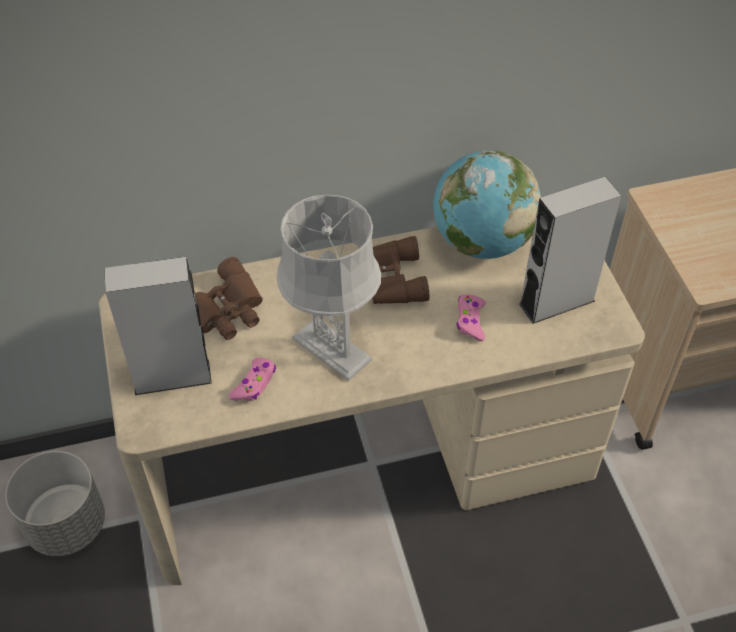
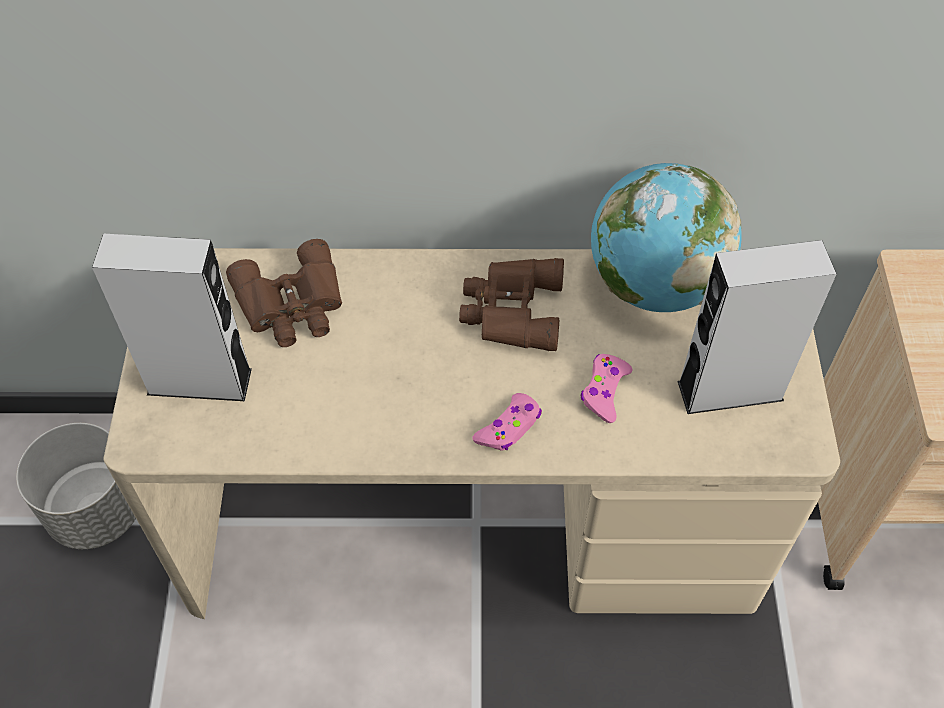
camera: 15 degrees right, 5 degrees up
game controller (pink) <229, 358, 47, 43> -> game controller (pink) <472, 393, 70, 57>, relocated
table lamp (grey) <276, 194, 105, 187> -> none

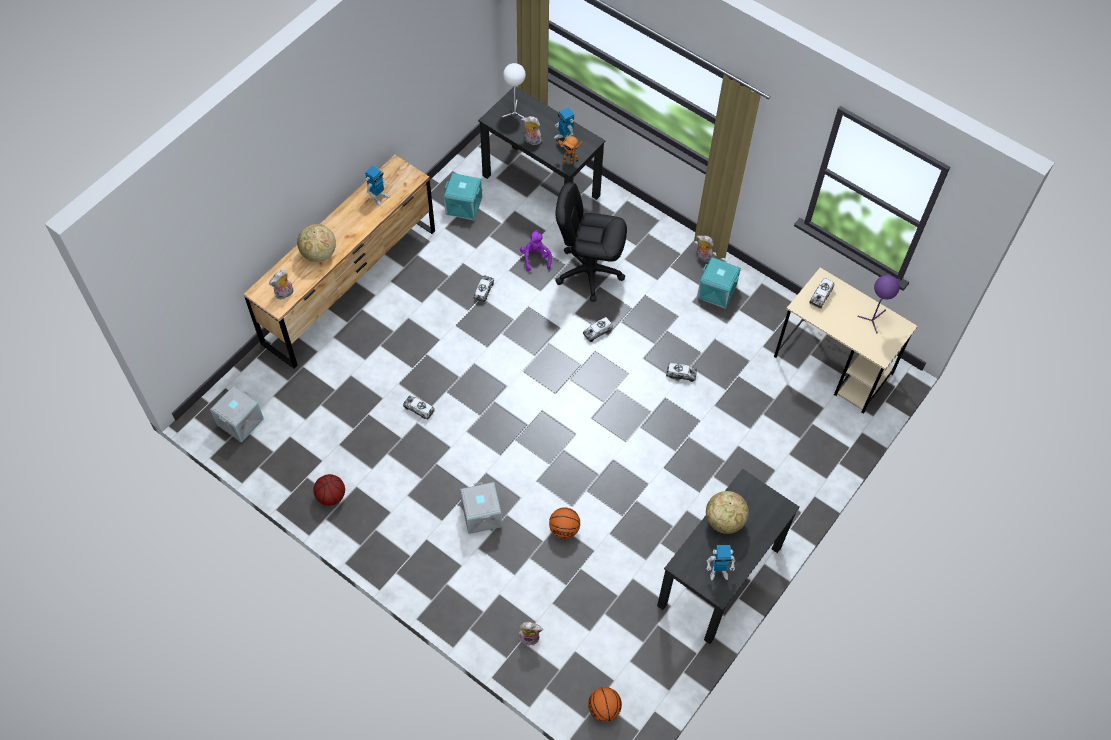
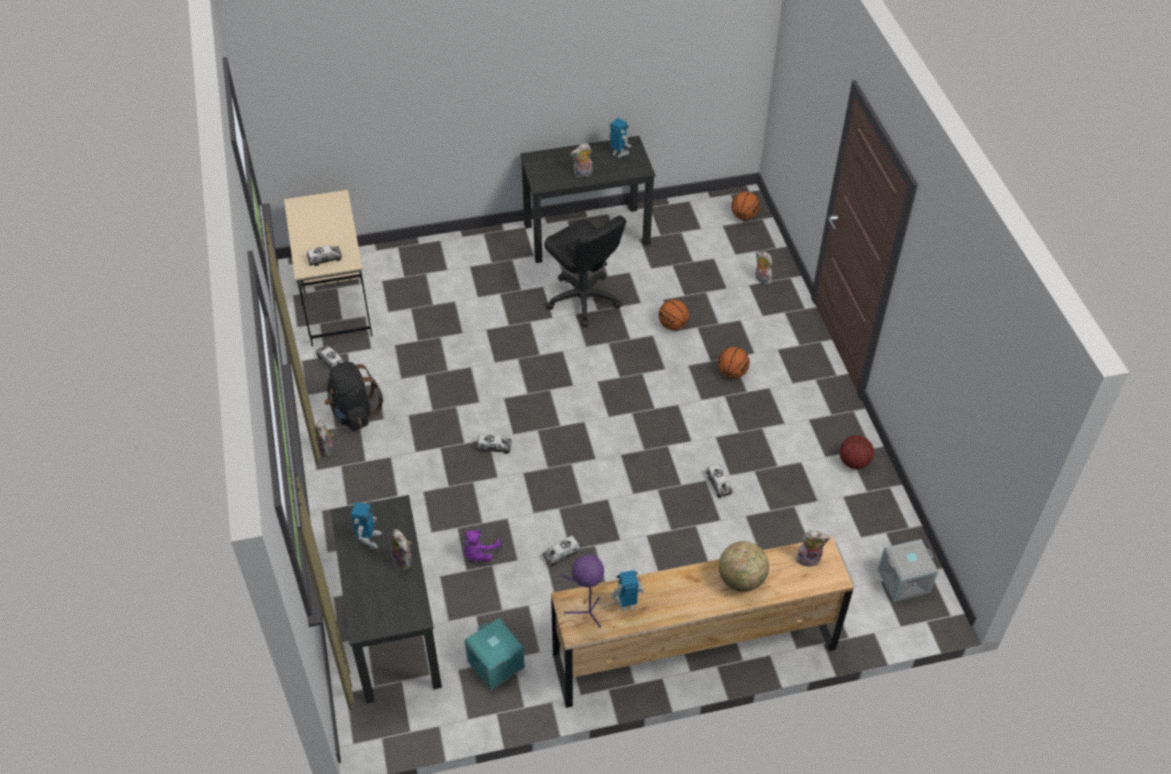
camera: 140 degrees left, 10 degrees down
toy truck <666, 363, 31, 19> -> toy truck <316, 345, 28, 24>, relocated
storage box (turquoise) <697, 257, 44, 52> -> backpack (black) <324, 362, 59, 69>
office chair (black) <555, 182, 72, 120> -> office chair (black) <544, 215, 82, 112>, relocated
table lamp (purple) <858, 275, 42, 58> -> table lamp (purple) <560, 555, 44, 73>, relocated
globe <706, 491, 43, 43> -> plush toy <571, 143, 22, 35>
storage box (grey) <460, 482, 42, 52> -> basketball <718, 347, 32, 32>
table lamp (white) <502, 63, 24, 55> -> none
toy robot <555, 132, 28, 32> -> none

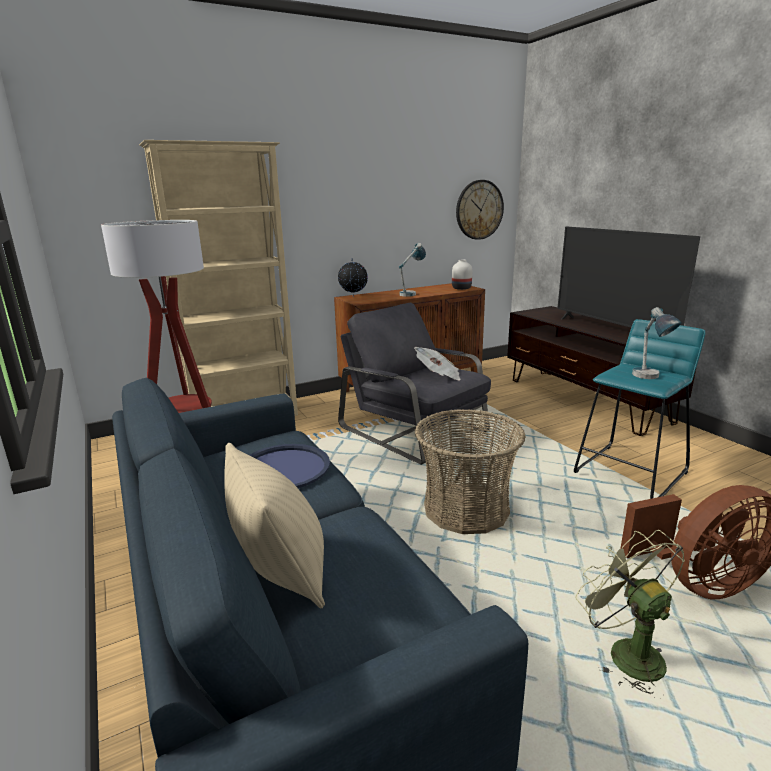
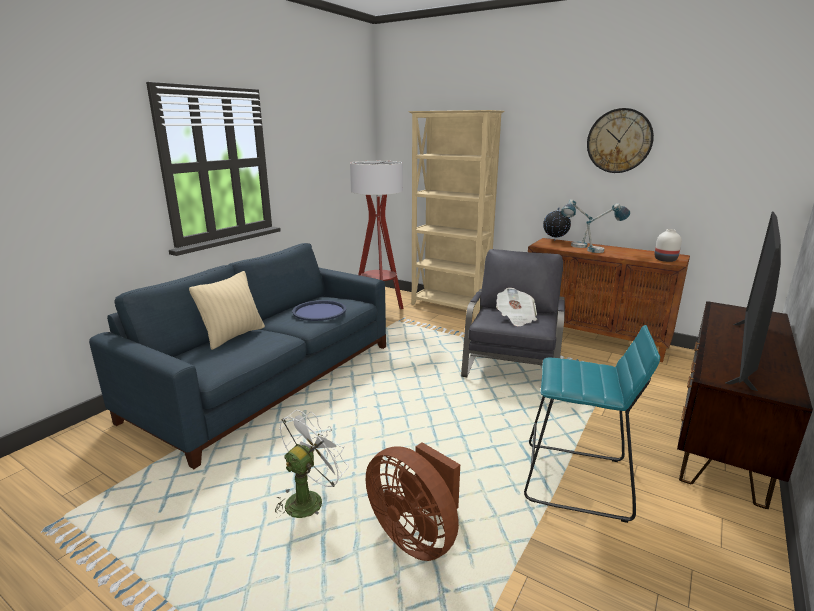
camera: 60 degrees right, 0 degrees up
fan (green) <575, 530, 110, 165> -> fan (white) <275, 410, 74, 108>
table lamp <632, 307, 49, 72> -> table lamp <561, 199, 32, 49>, relocated
wall clock <456, 180, 48, 60> -> wall clock <587, 108, 67, 65>, relocated
basket <415, 409, 111, 125> -> none

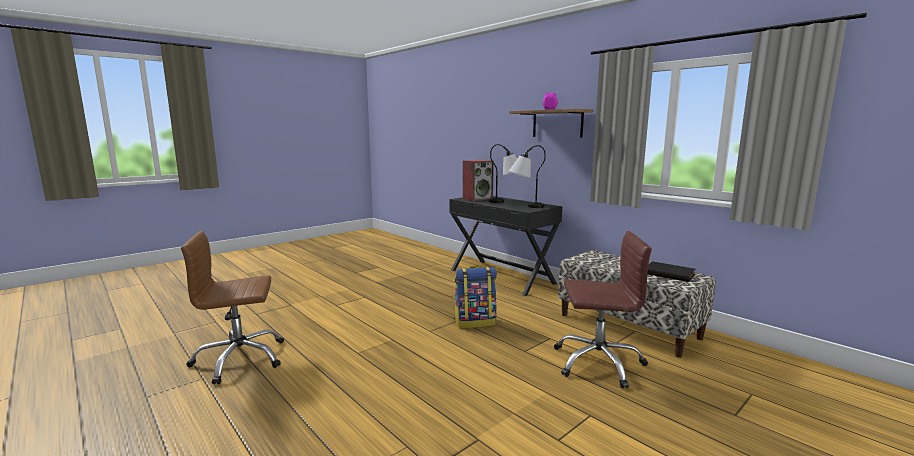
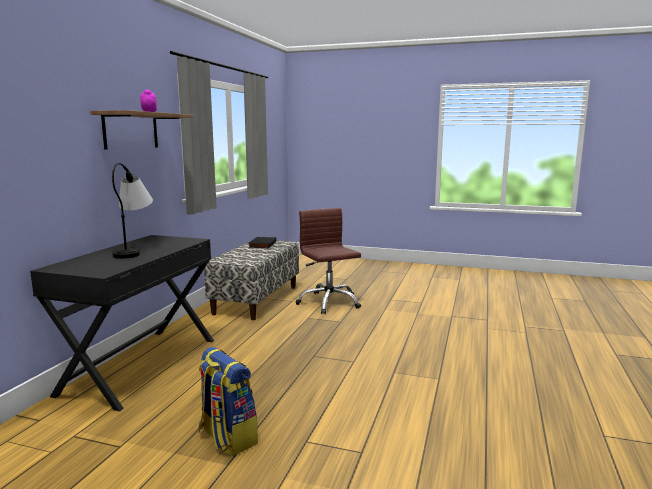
camera: 120 degrees left, 0 degrees up
backpack <454, 266, 43, 62> -> backpack <198, 347, 60, 109>, relocated
office chair (brown) <181, 231, 103, 153> -> none
speaker <463, 160, 31, 41> -> none
table lamp <509, 145, 37, 63> -> none

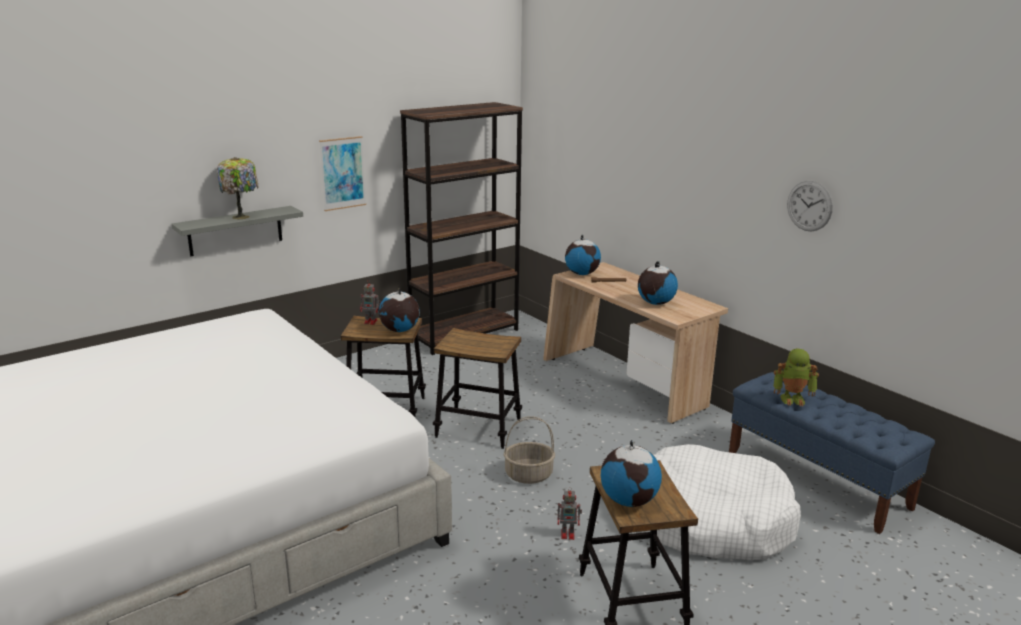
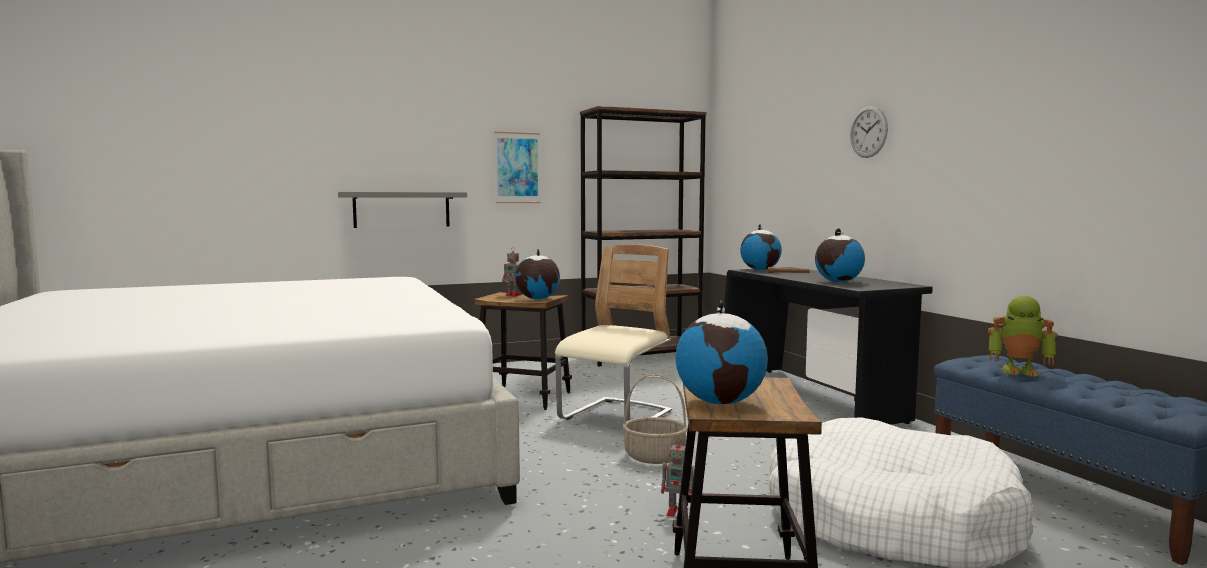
camera: 15 degrees right, 15 degrees down
stool <433, 328, 89, 121> -> chair (beige) <555, 244, 117, 177>
desk (beige) <543, 262, 185, 162> -> desk (black) <724, 267, 209, 158>
wall clock <787, 181, 46, 50> -> wall clock <850, 106, 38, 52>, relocated
table lamp <217, 157, 42, 63> -> none

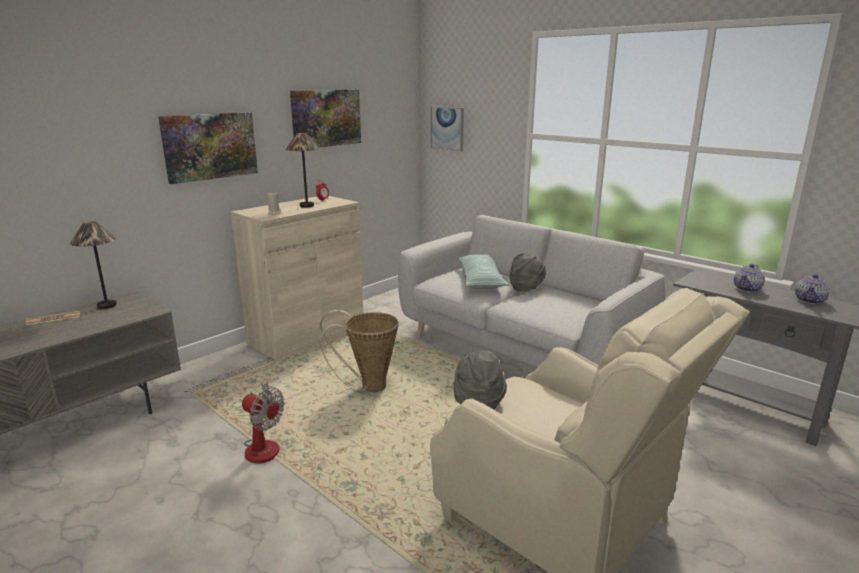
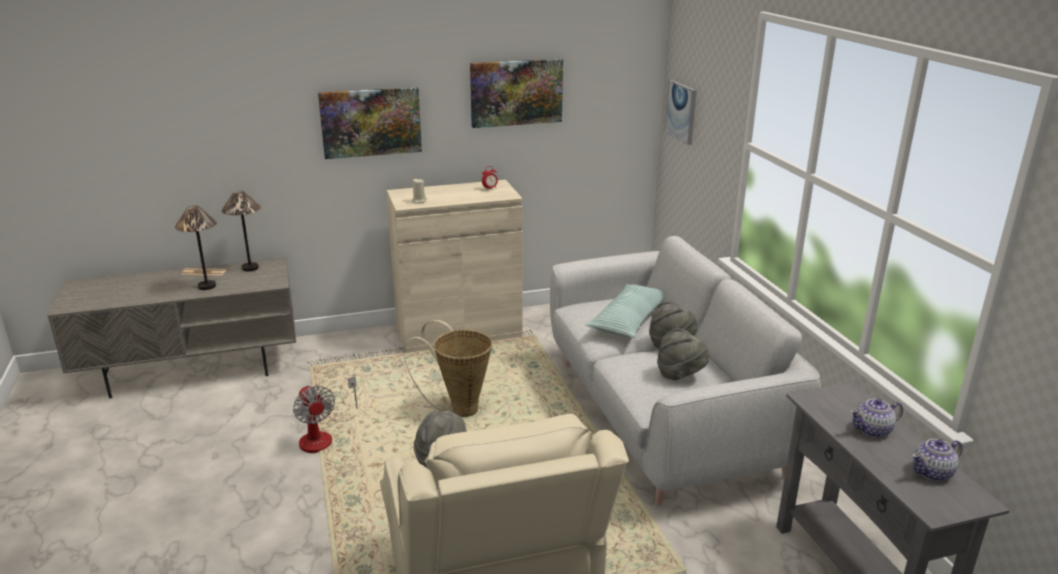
camera: 30 degrees right, 5 degrees up
table lamp <286, 133, 34, 75> -> table lamp <175, 206, 42, 84>, relocated
none -> hat (grey) <657, 329, 52, 51>

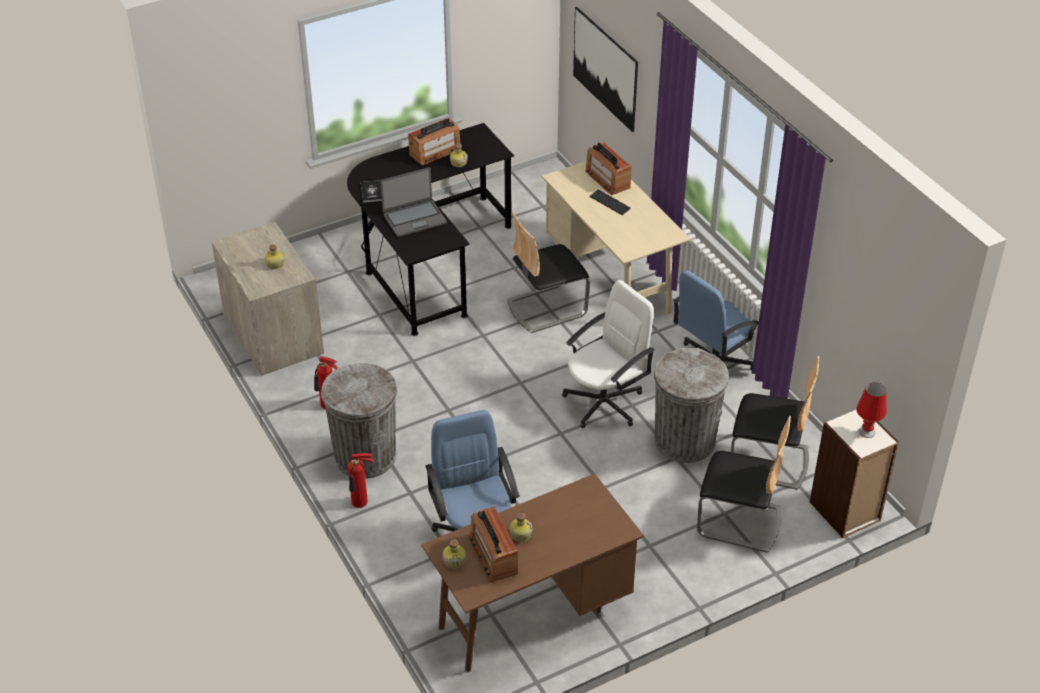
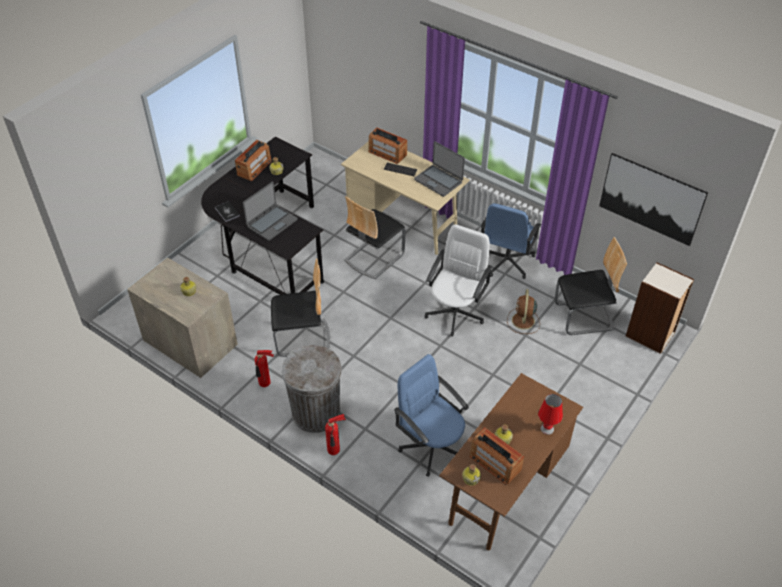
camera: 25 degrees left, 5 degrees up
chair <697, 416, 94, 137> -> chair <271, 258, 59, 99>, relocated
none -> laptop <414, 141, 51, 56>
trash can (grey) <654, 348, 75, 115> -> fan (brown) <507, 289, 33, 45>
table lamp (red) <856, 382, 31, 56> -> table lamp (red) <538, 394, 25, 41>, relocated
picture <573, 7, 65, 125> -> picture <599, 153, 109, 93>, relocated

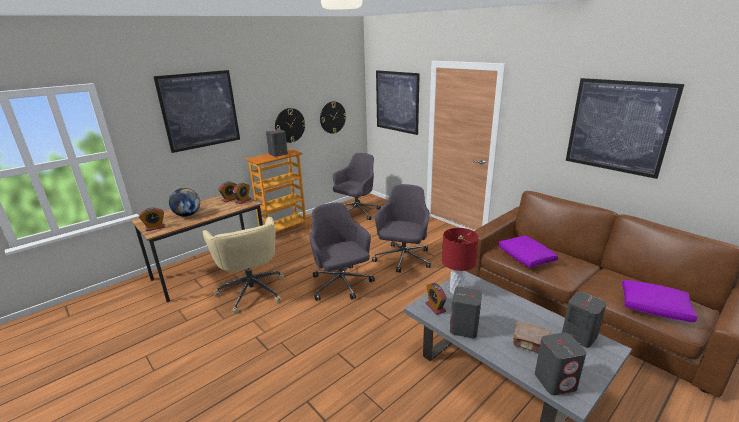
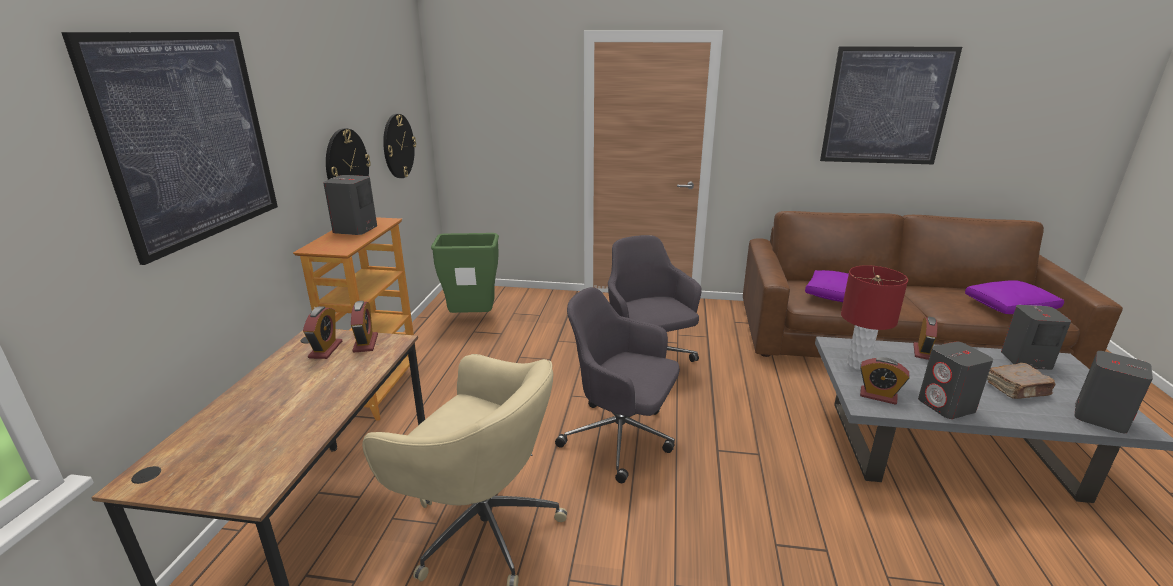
camera: 40 degrees left, 0 degrees up
office chair (grey) <333, 153, 48, 67> -> trash can (green) <431, 233, 68, 80>
alarm clock <139, 207, 26, 24> -> alarm clock <913, 317, 24, 43>, relocated
globe <169, 188, 31, 29> -> none
picture <376, 70, 44, 65> -> none

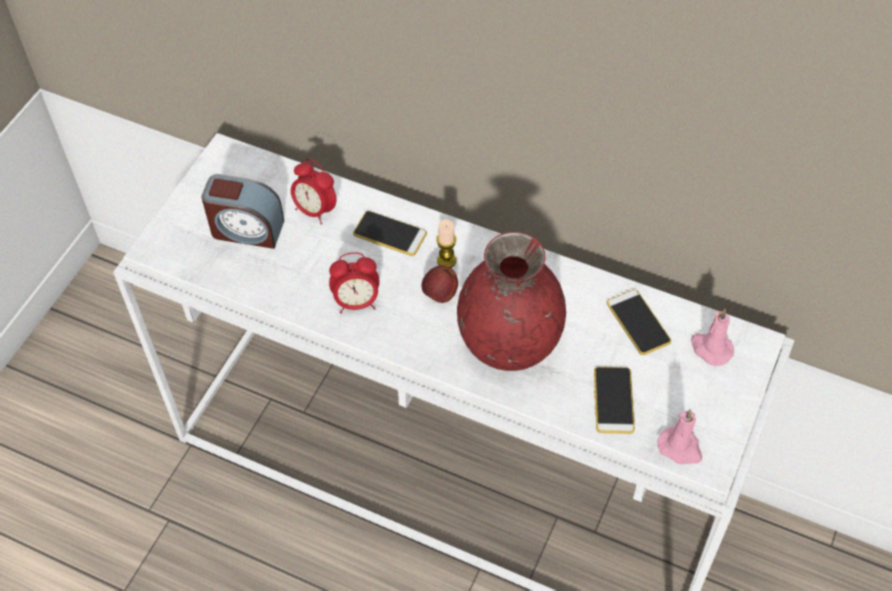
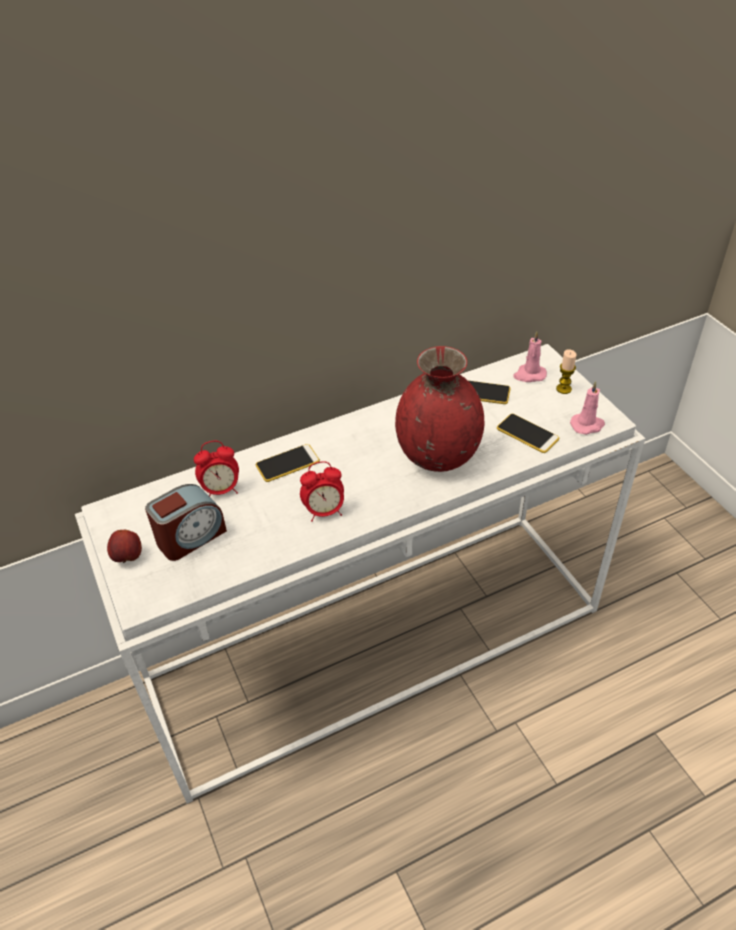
camera: 50 degrees left, 10 degrees down
apple <421, 265, 37, 38> -> apple <107, 530, 35, 33>, relocated
alarm clock <329, 252, 51, 62> -> alarm clock <300, 461, 44, 61>, 45 degrees clockwise
candle <436, 219, 20, 49> -> candle <556, 349, 21, 45>, relocated

